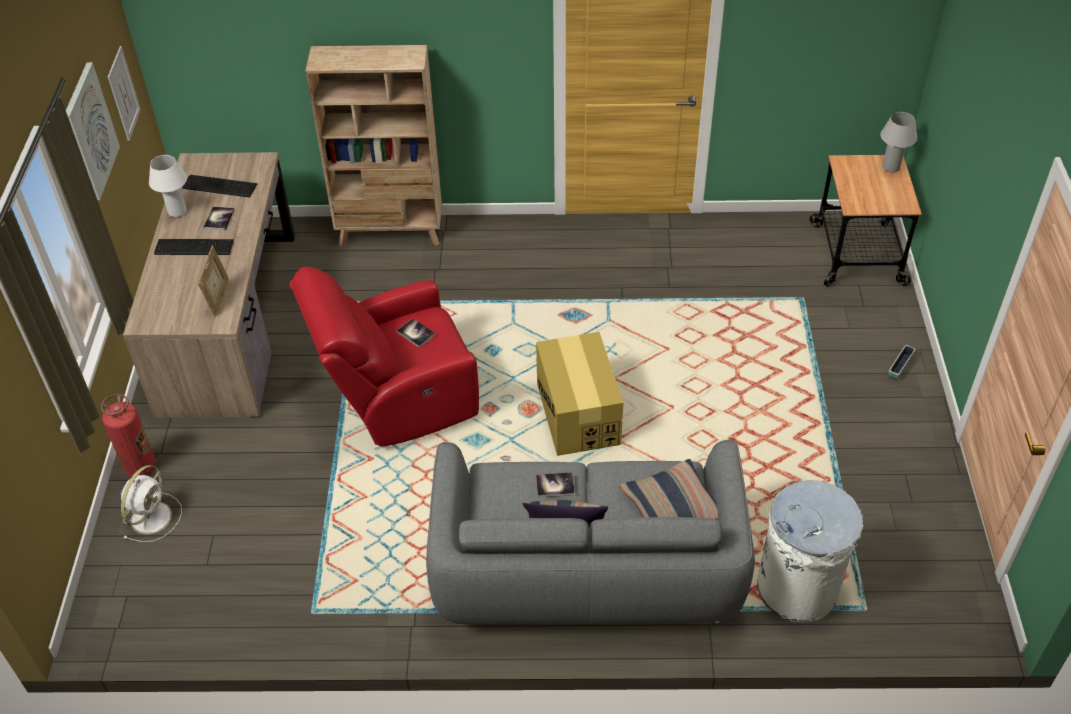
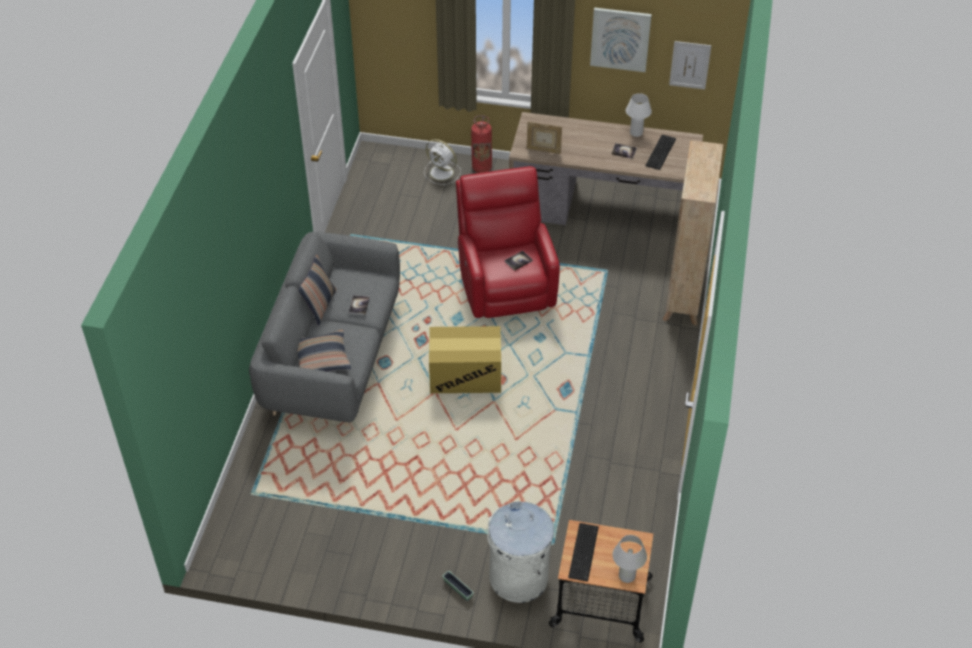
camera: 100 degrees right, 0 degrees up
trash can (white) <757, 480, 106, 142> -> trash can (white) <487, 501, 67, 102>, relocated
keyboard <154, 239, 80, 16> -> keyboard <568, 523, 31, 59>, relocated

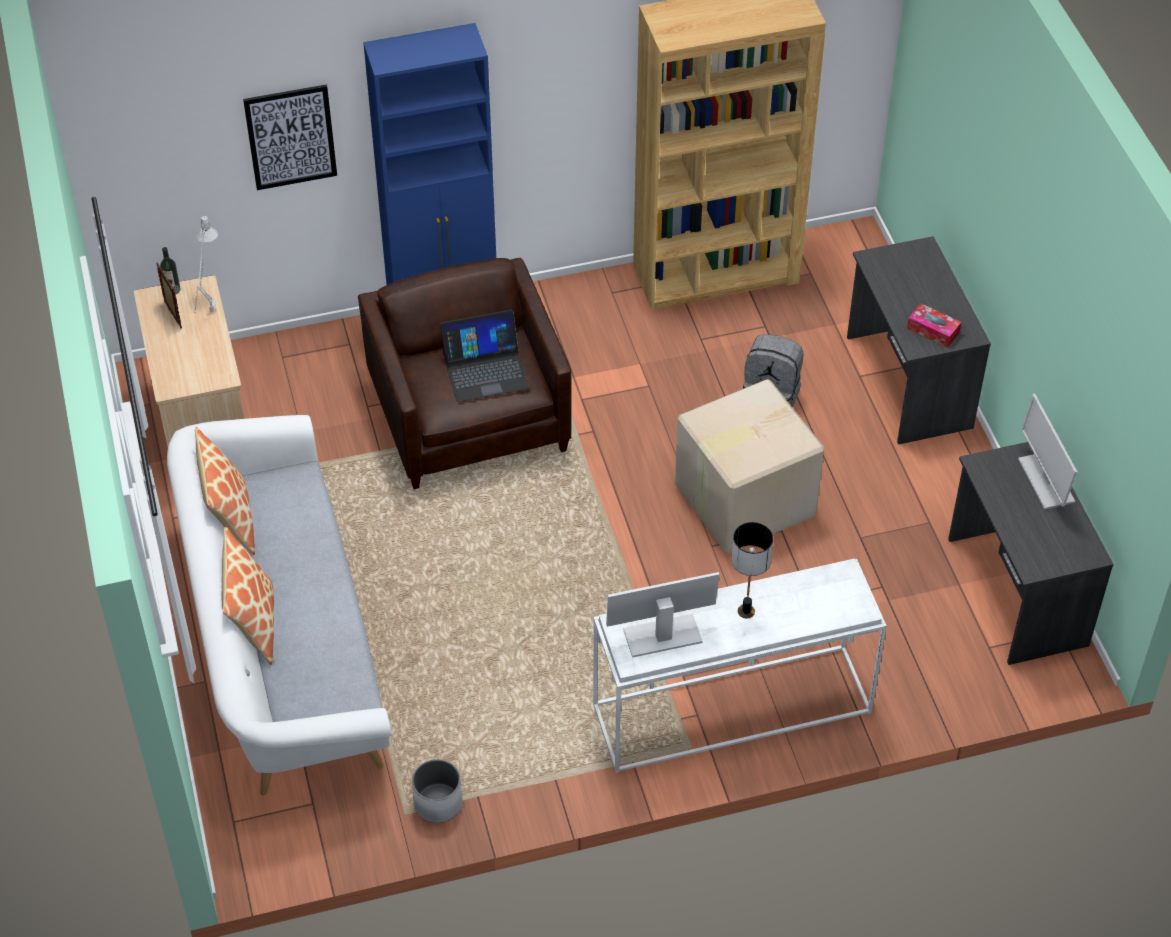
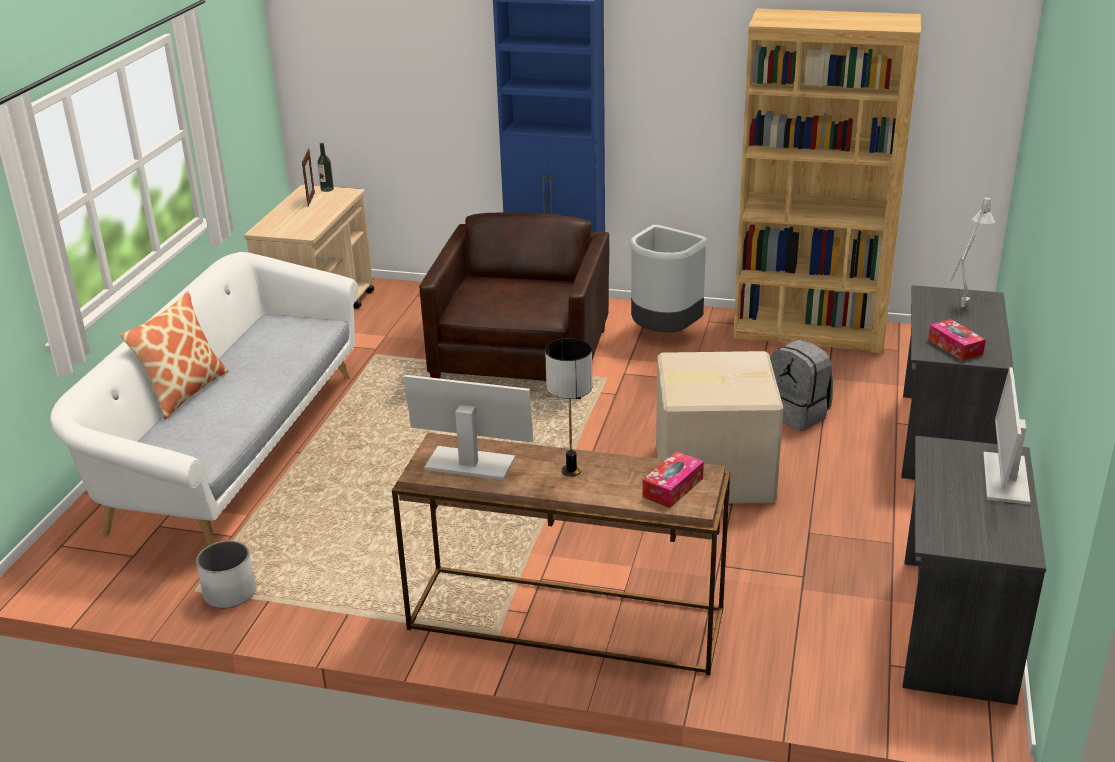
camera: 30 degrees right, 20 degrees down
console table (white) <593, 559, 294, 214> -> console table (brown) <392, 433, 338, 242>
none -> trash can (grey) <629, 225, 79, 107>
none -> tissue box <642, 451, 62, 57>
table lamp (grey) <194, 216, 24, 97> -> table lamp (grey) <951, 198, 44, 109>, relocated
pillow <195, 427, 60, 128> -> none
picture <243, 84, 94, 106> -> none
laptop <440, 310, 89, 92> -> none

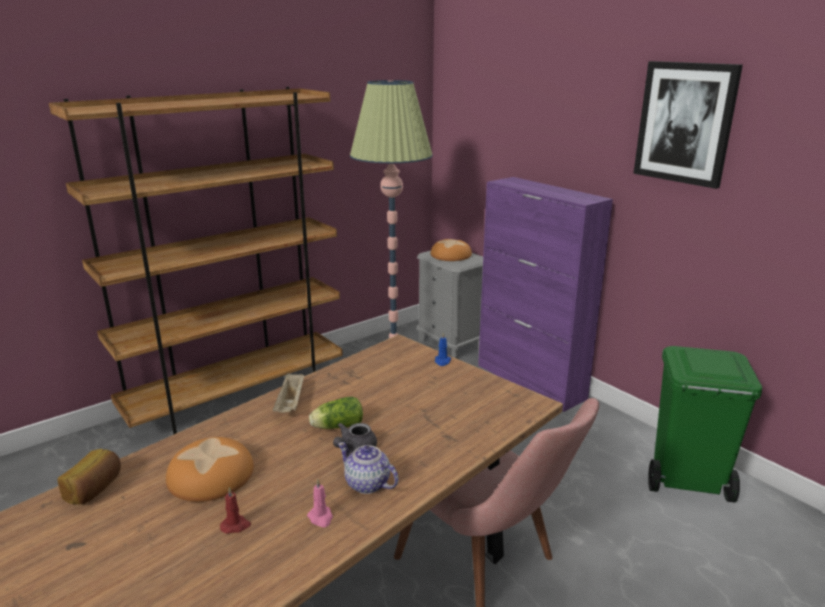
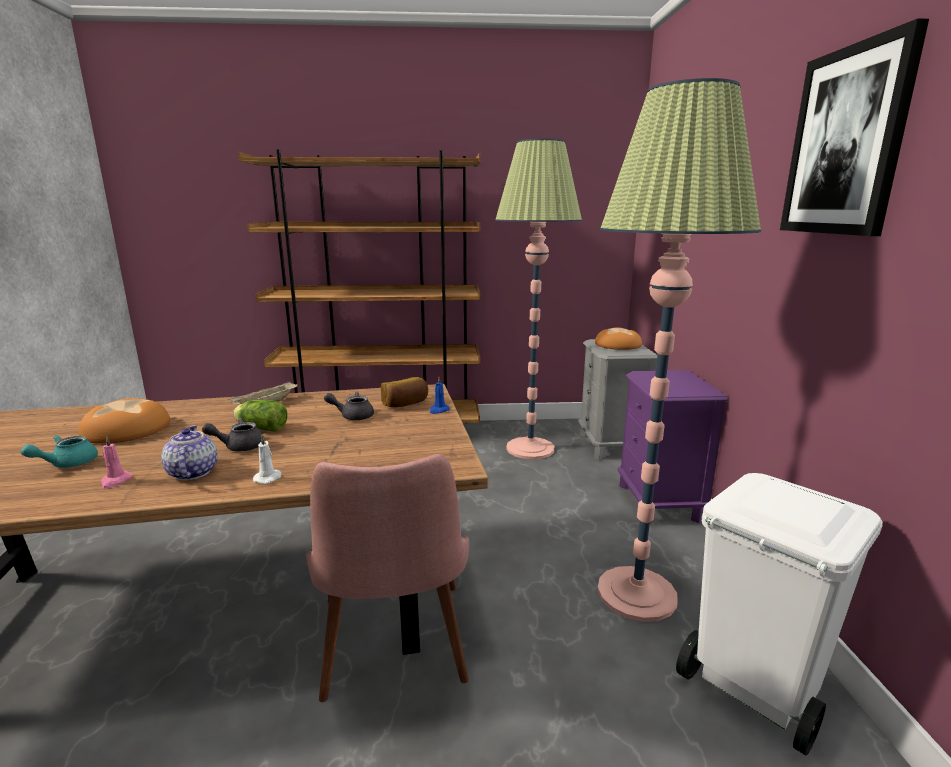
camera: 35 degrees right, 5 degrees down
candle (red) <220, 487, 31, 47> -> teapot (turquoise) <21, 435, 77, 33>
none -> candle (white) <253, 434, 29, 50>
none -> teapot (grey) <324, 392, 50, 28>
bread <57, 449, 64, 56> -> bread <381, 377, 47, 31>, relocated
none -> floor lamp <598, 78, 163, 544>
cabinet (purple) <478, 177, 135, 235> -> nightstand (purple) <617, 370, 111, 153>
trash can (green) <648, 346, 114, 157> -> trash can (white) <676, 473, 207, 283>

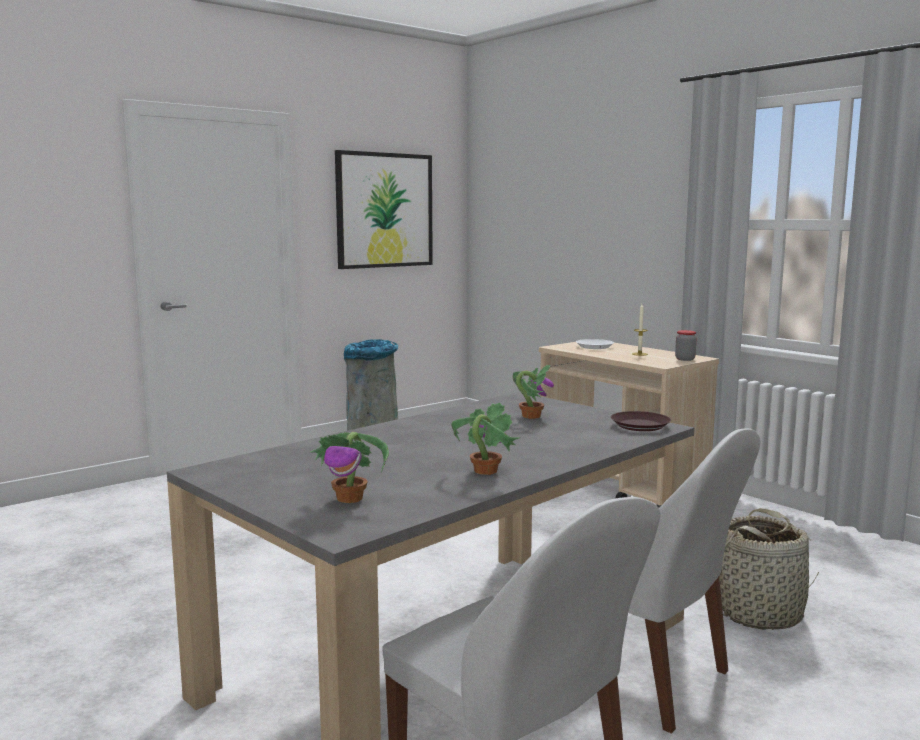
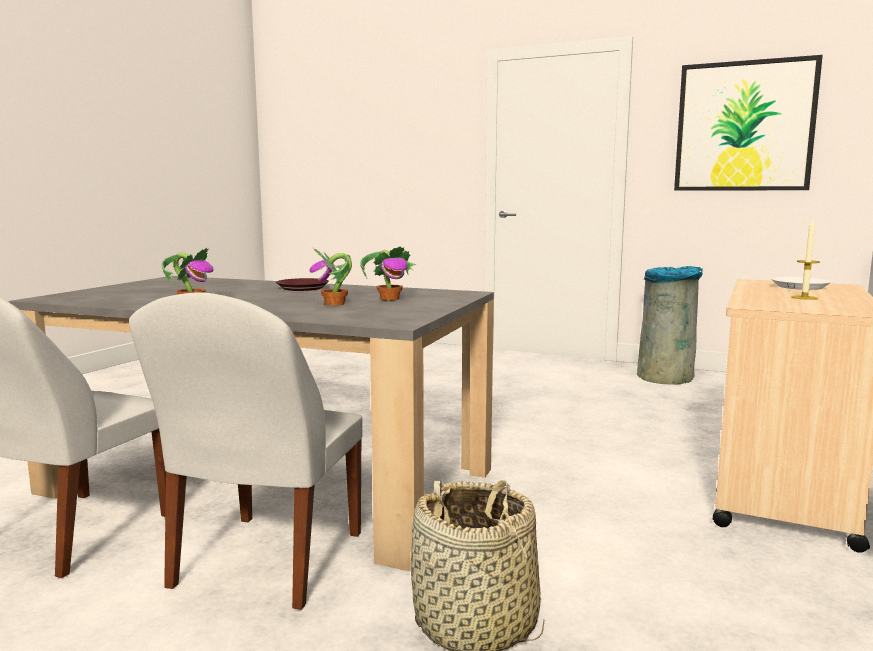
camera: 65 degrees right, 0 degrees up
plate (brown) <611, 411, 60, 20> -> plate (brown) <276, 278, 53, 13>, relocated
potted plant <310, 432, 79, 71> -> potted plant <309, 248, 43, 58>, relocated
jar <675, 330, 22, 31> -> none

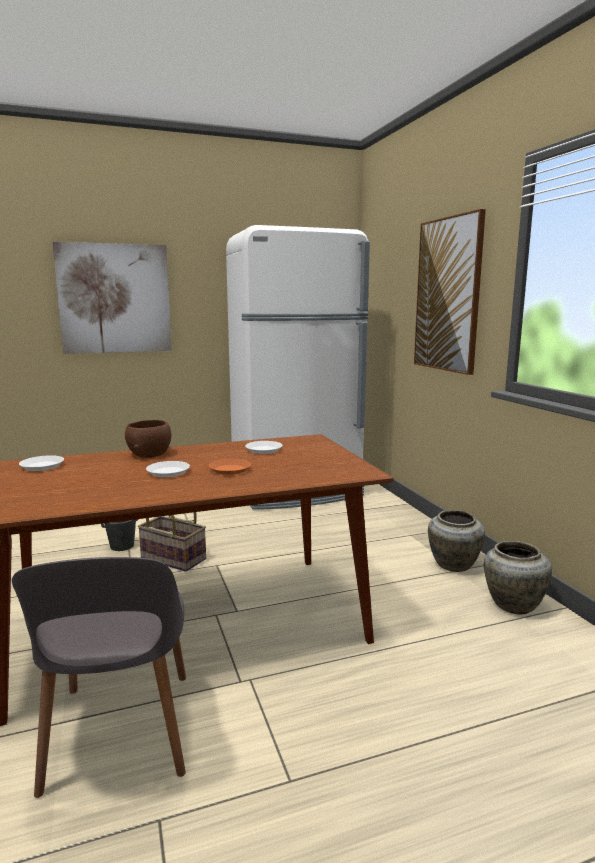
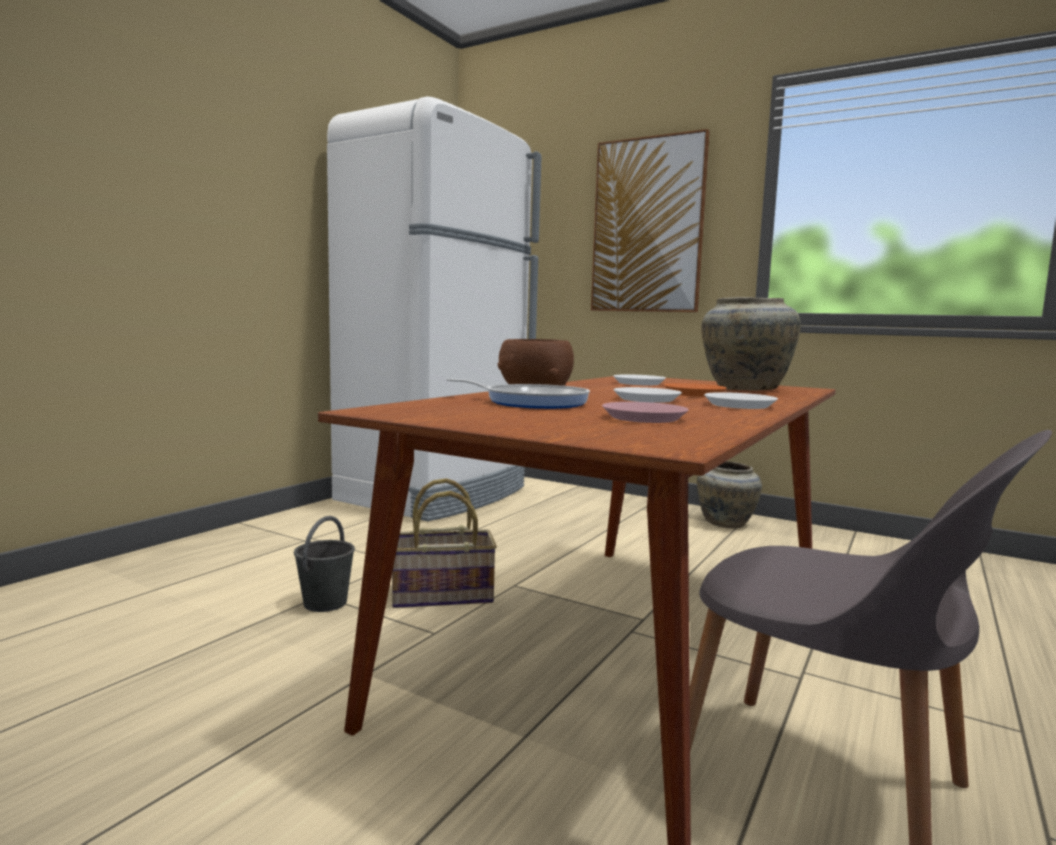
camera: 40 degrees left, 5 degrees down
none -> frying pan <446, 379, 144, 30>
none -> plate (pink) <602, 402, 87, 21>
vase (beige) <484, 541, 68, 73> -> vase (beige) <701, 297, 100, 93>, relocated
plate (white) <19, 455, 45, 16> -> plate (white) <704, 392, 74, 17>, relocated
picture <52, 242, 120, 112> -> none

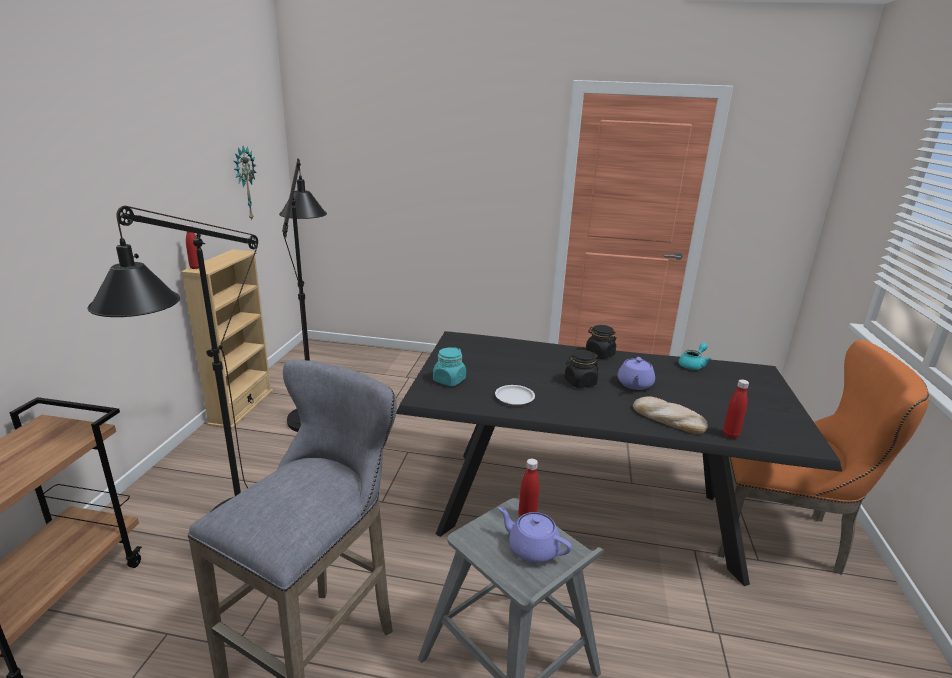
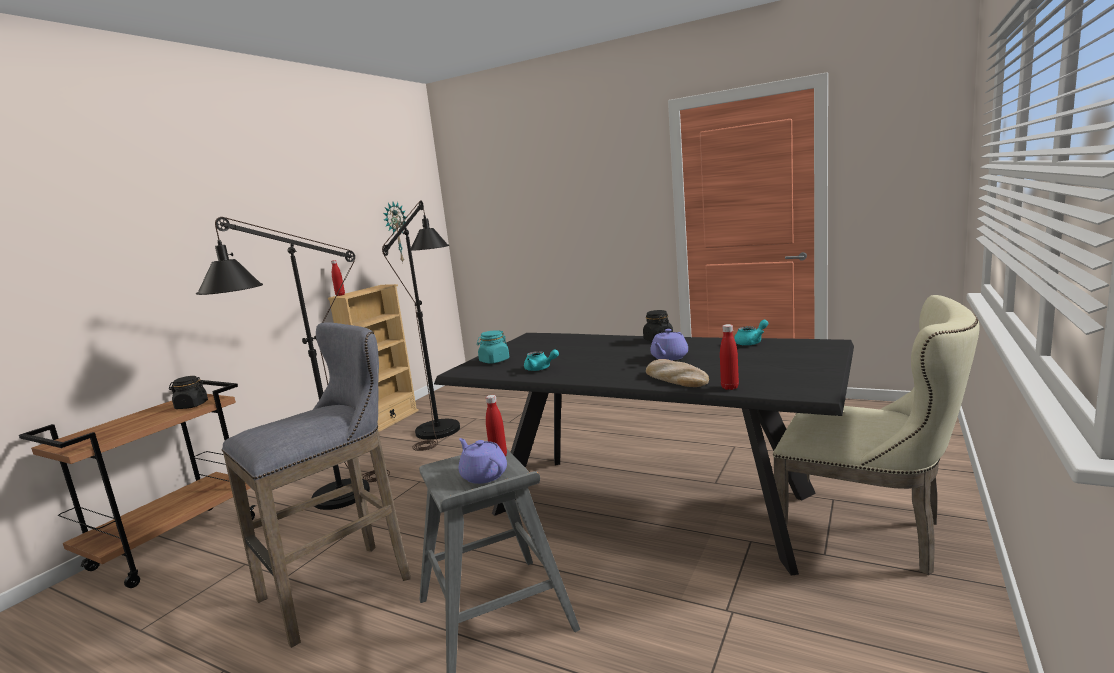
camera: 20 degrees right, 10 degrees down
jar (black) <564, 350, 35, 38> -> jar (black) <169, 376, 39, 33>, relocated
plate (white) <495, 385, 40, 20> -> teapot (turquoise) <524, 350, 35, 21>
chair (orange) <717, 340, 212, 235> -> chair (beige) <773, 295, 207, 280>

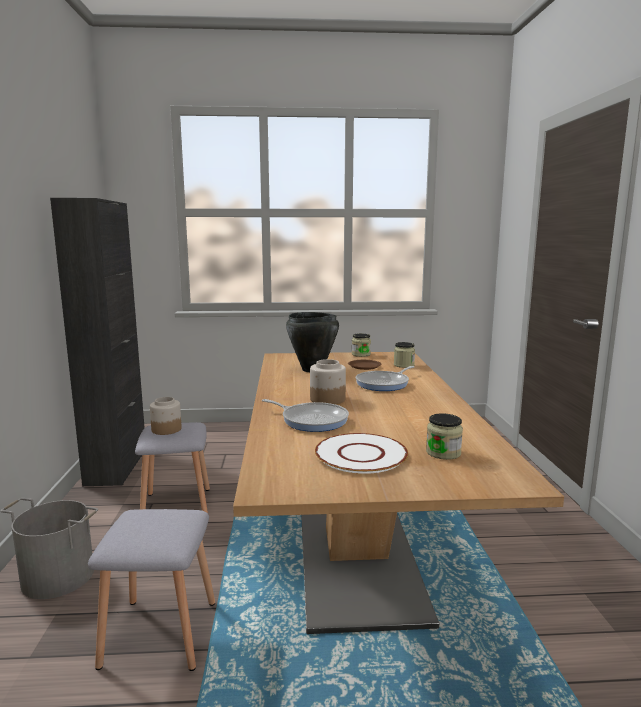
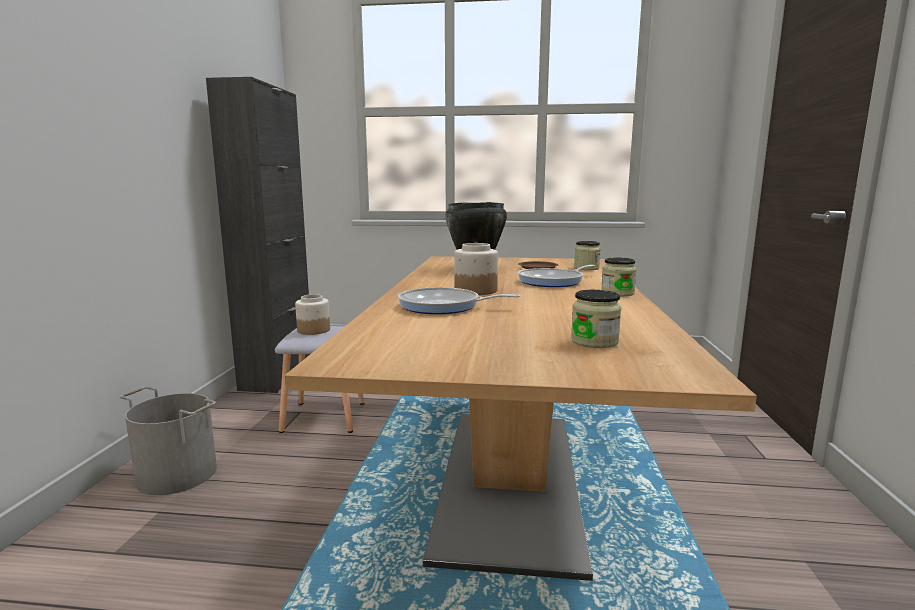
camera: 10 degrees right, 0 degrees up
frying pan <262, 399, 87, 33> -> frying pan <398, 287, 122, 27>, 150 degrees clockwise
jar <352, 333, 19, 24> -> jar <601, 258, 35, 38>, relocated
stool (grey) <88, 509, 127, 162> -> none
plate (white) <315, 433, 93, 41> -> none

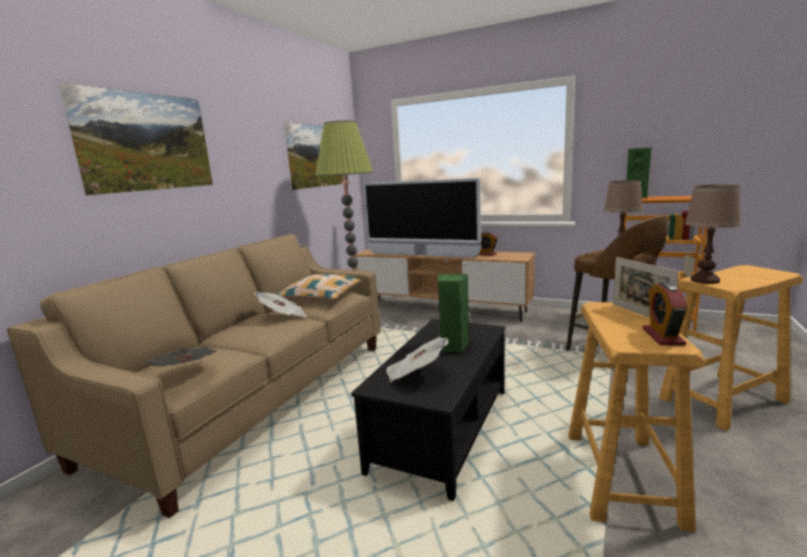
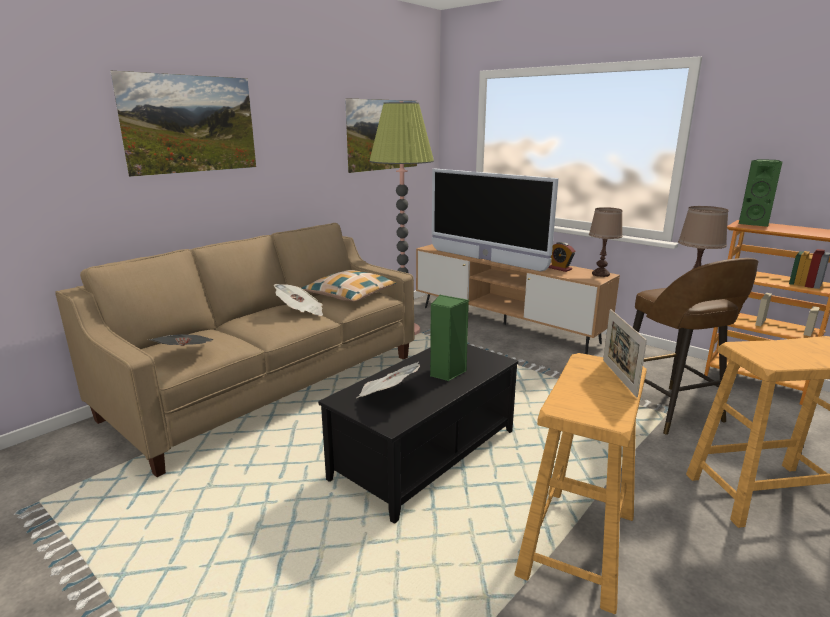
camera: 15 degrees right, 5 degrees up
table lamp (brown) <685, 185, 56, 99> -> table lamp (brown) <589, 207, 34, 70>, relocated
alarm clock <643, 282, 45, 63> -> none

